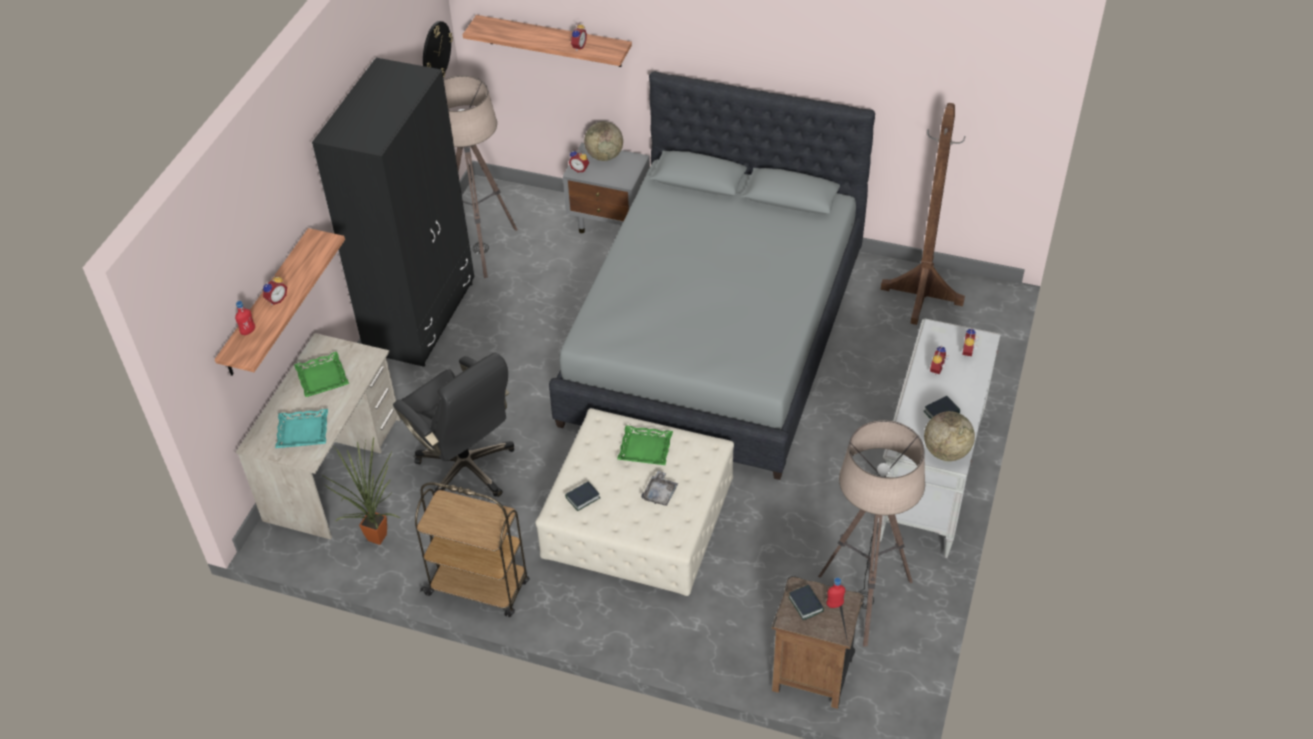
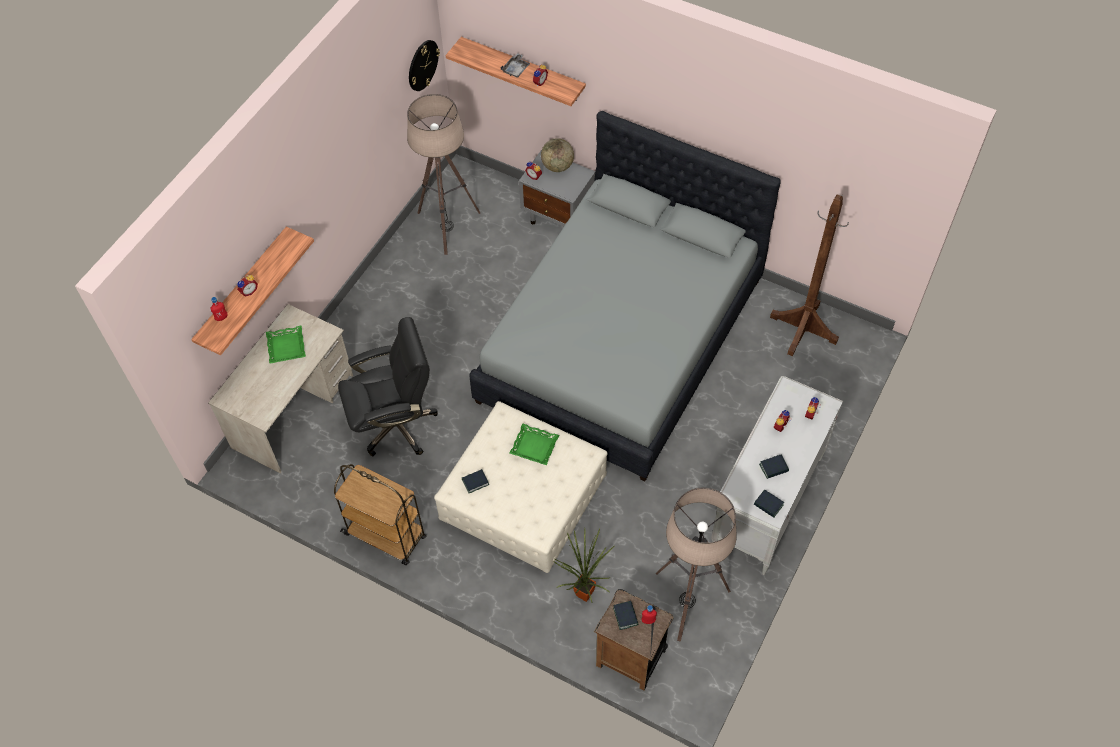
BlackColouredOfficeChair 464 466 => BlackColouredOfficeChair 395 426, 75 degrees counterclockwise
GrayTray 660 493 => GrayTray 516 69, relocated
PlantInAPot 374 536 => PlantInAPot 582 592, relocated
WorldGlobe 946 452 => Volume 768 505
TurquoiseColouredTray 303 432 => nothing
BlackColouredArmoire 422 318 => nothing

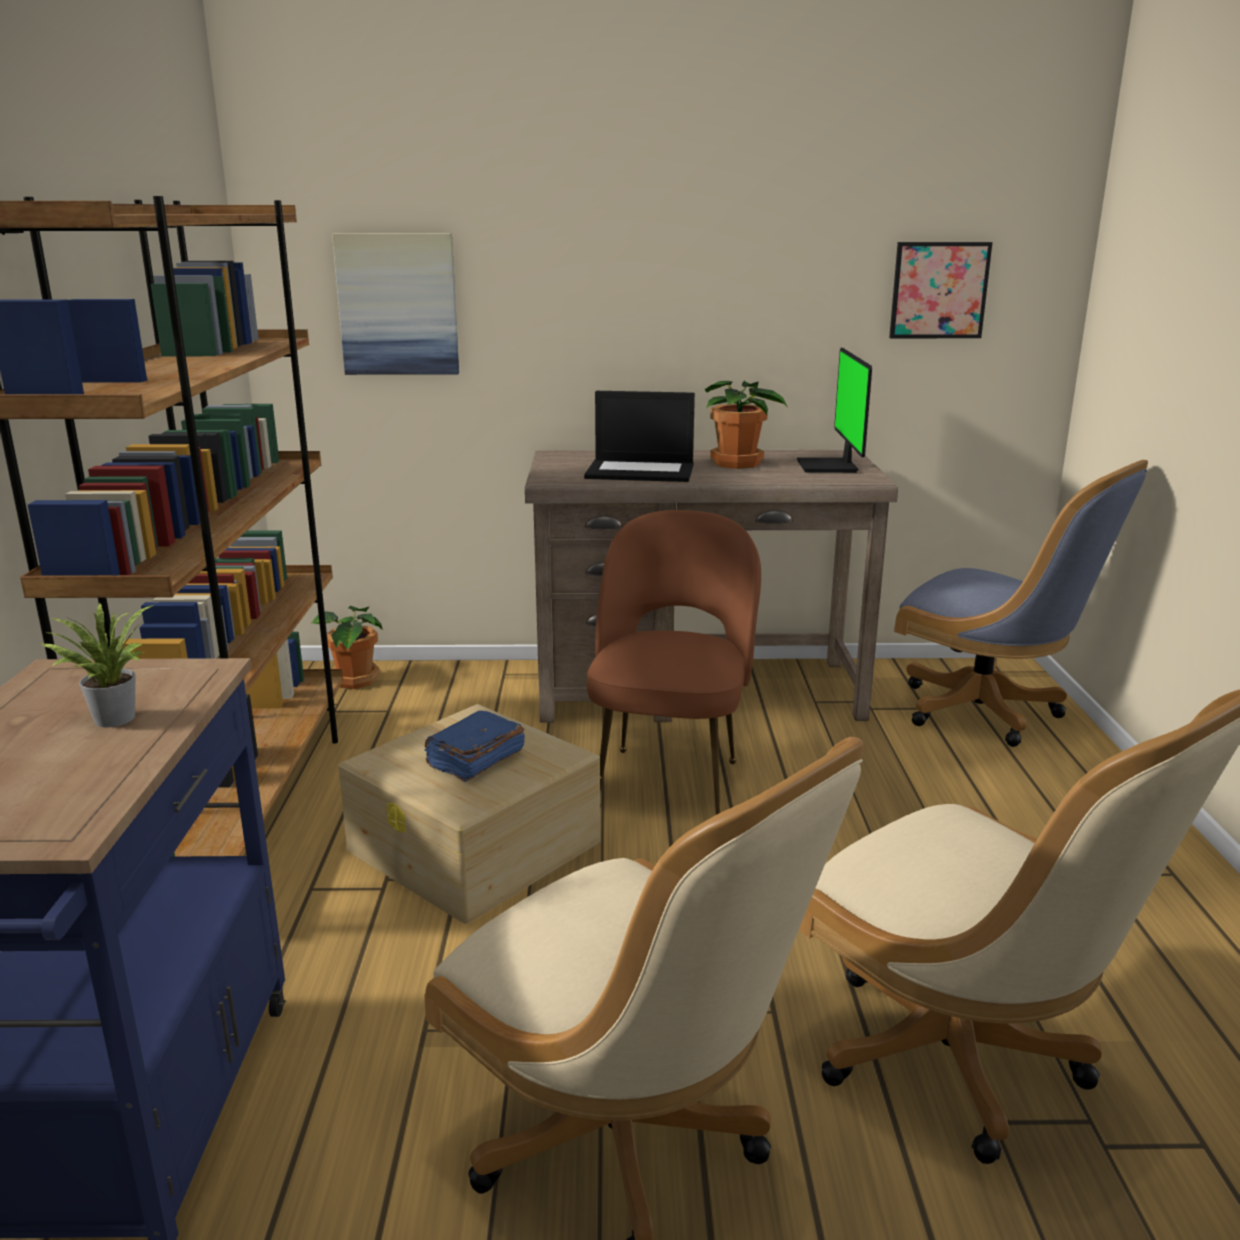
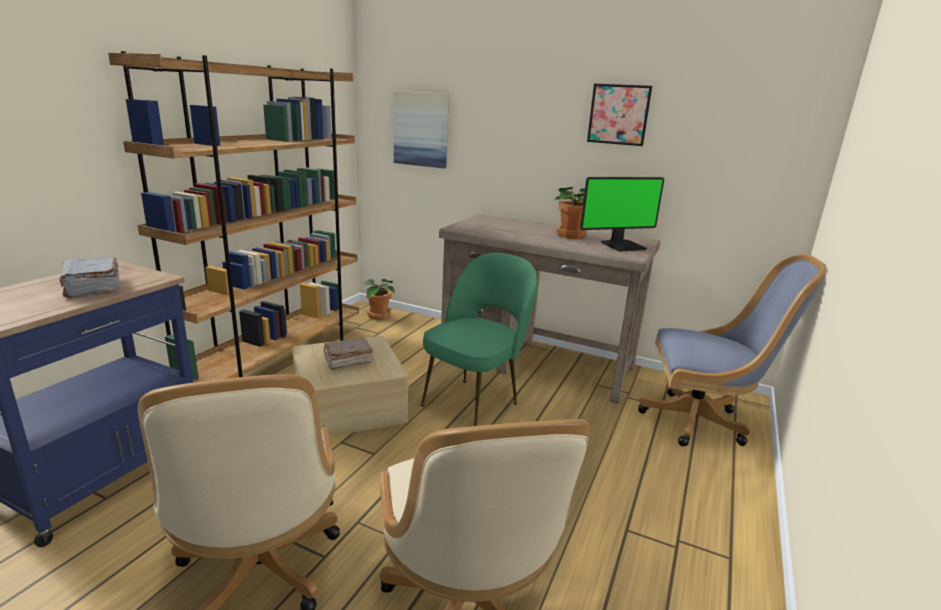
PlantInAPot 111 717 => GrayVolume 92 287
BlueColouredVolume 474 760 => BrownColouredVolume 347 361
BrownColouredUprightChair 671 777 => GreenColouredUprightChair 475 402
Monitor 830 467 => Monitor 622 245, 135 degrees counterclockwise
WallArt 939 290 => WallArt 618 114, relocated
BlueColouredOfficeChair 992 716 => BlueColouredOfficeChair 702 422, 60 degrees counterclockwise
Laptop 641 471 => nothing

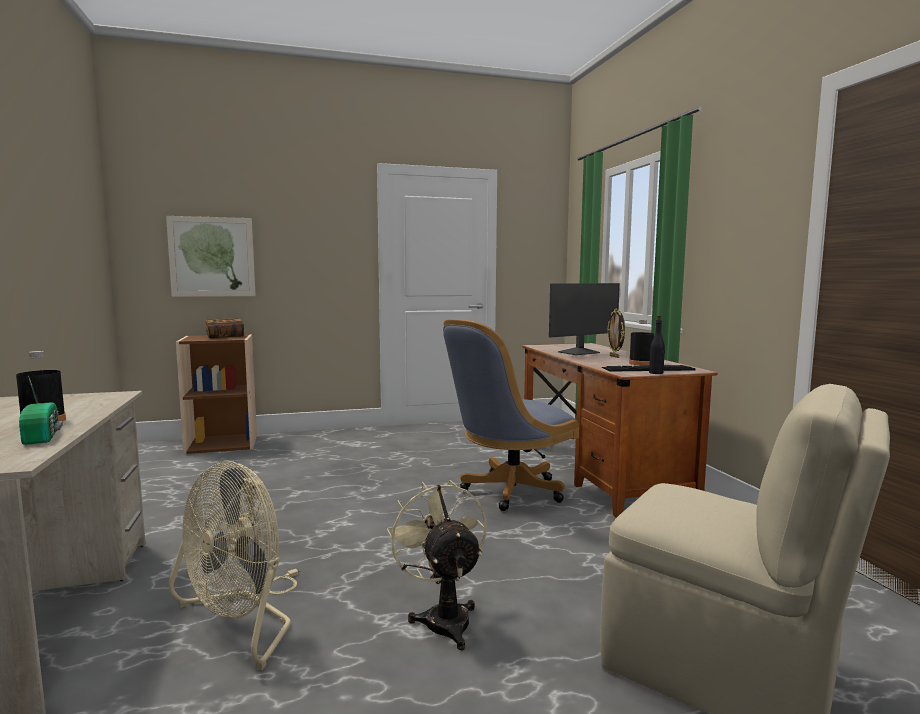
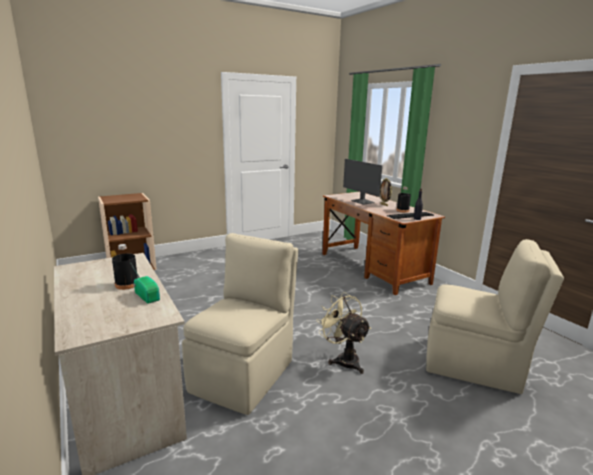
SandColouredCoolingFan 245 617 => SandColouredUprightChair 244 374
Monitor 579 352 => Monitor 362 202, 105 degrees clockwise
WallArt 212 257 => nothing
Volume 225 336 => nothing
BlueColouredOfficeChair 506 493 => nothing

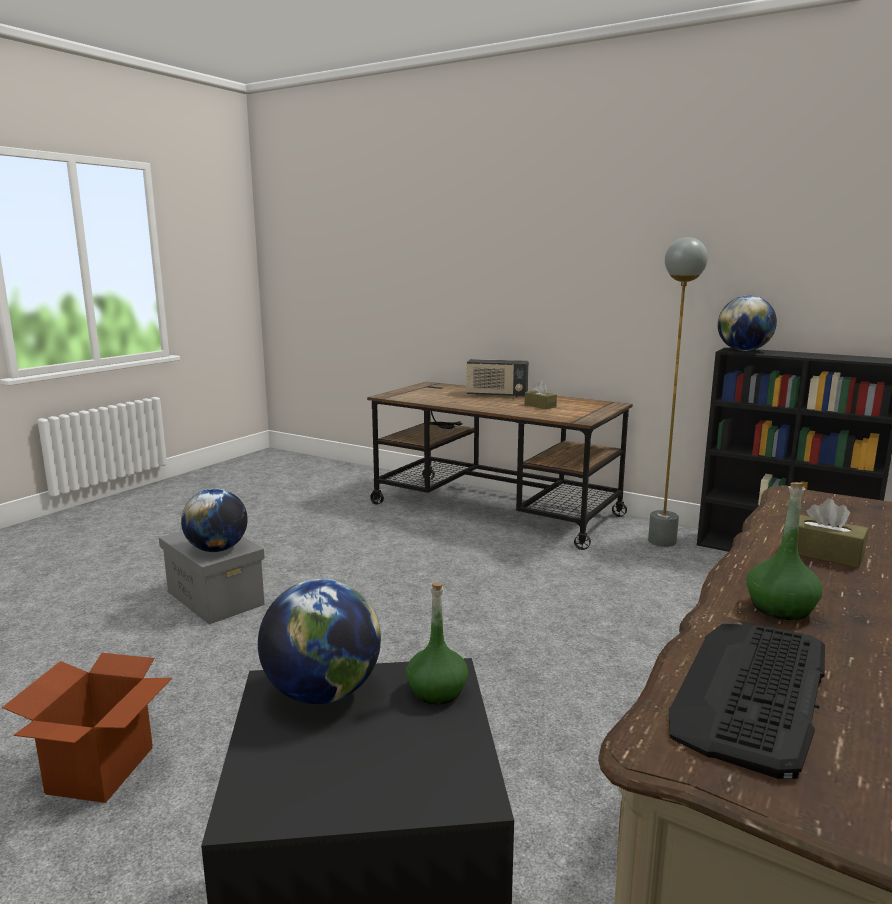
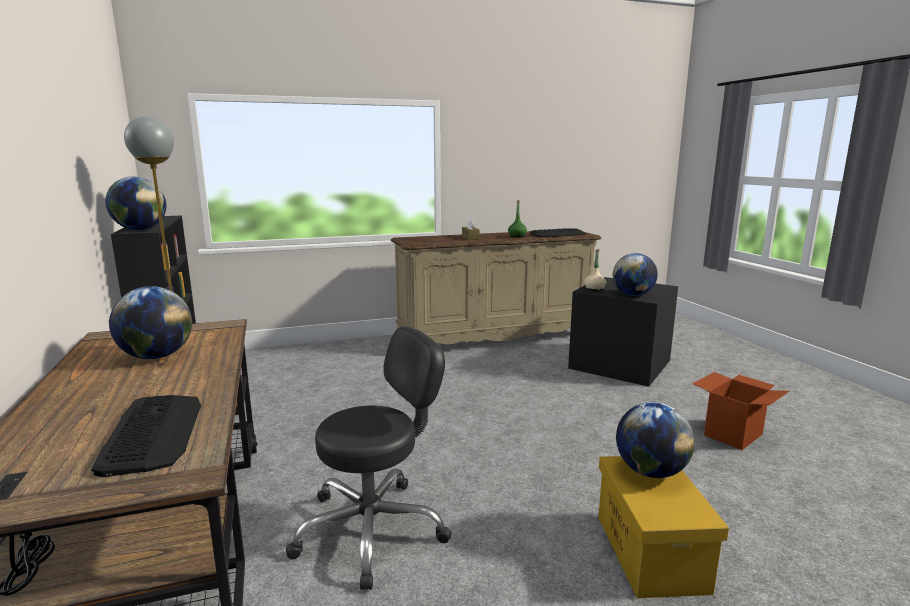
nothing => ComputerKeyboard 153 432
BrownColouredTissueBox 540 406 => WorldGlobe 156 356
nothing => BlackColouredOfficeChair 377 527
GreenColouredBottle 437 691 => SandColouredBottle 594 289
GrayStorageContainer 214 598 => YellowStorageContainer 651 553
RadioSet 496 395 => nothing

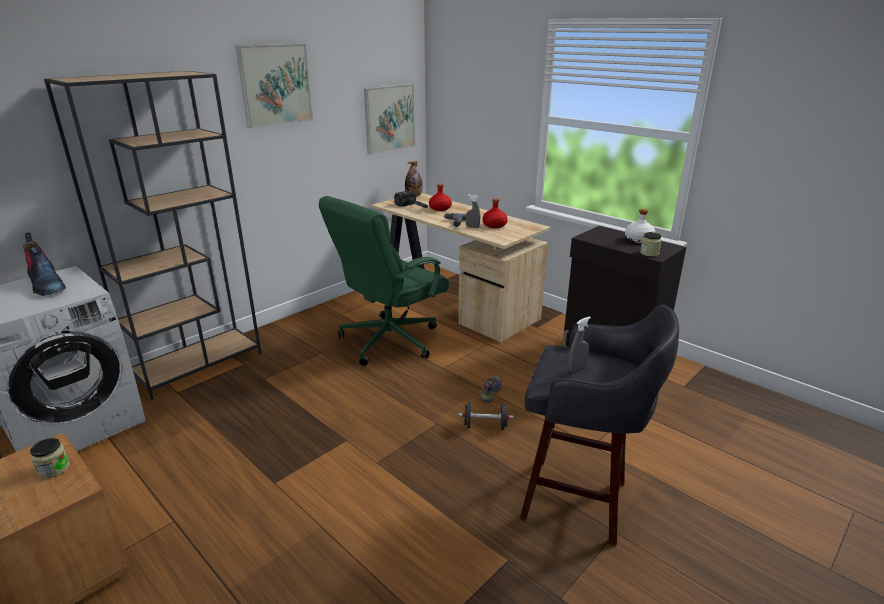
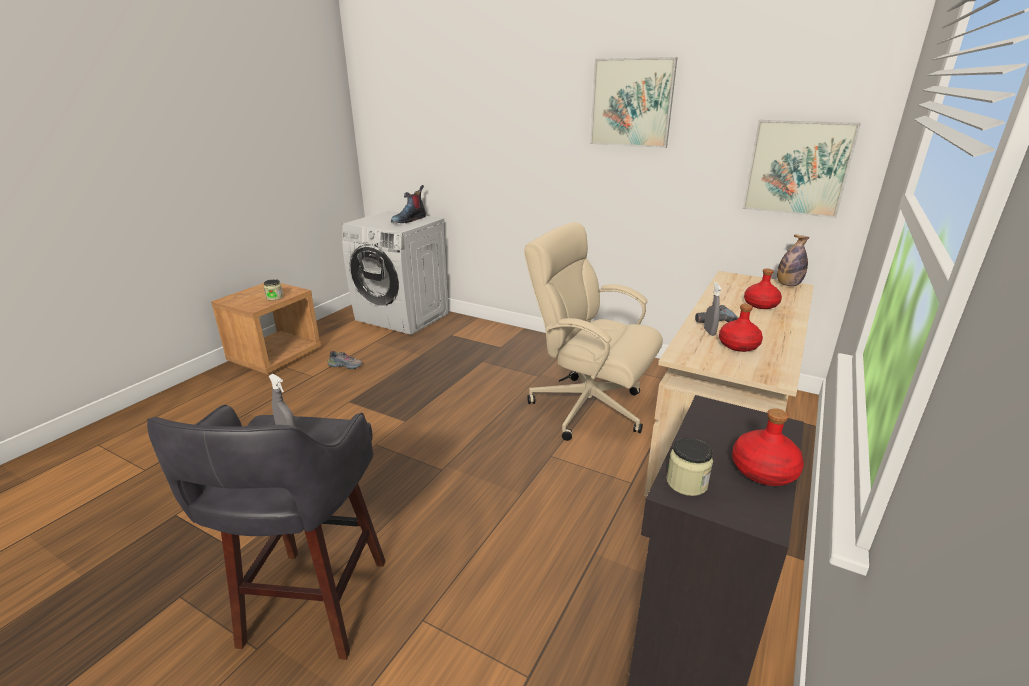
ItemOfFootwear 490 392 => ItemOfFootwear 346 366, relocated
GreenColouredOfficeChair 390 340 => SandColouredOfficeChair 588 408
WhitishBottle 638 239 => RedColouredBottle 763 470
Bookcase 198 364 => nothing
Hammer 414 207 => nothing
BlackColouredFreeWeight 485 426 => nothing

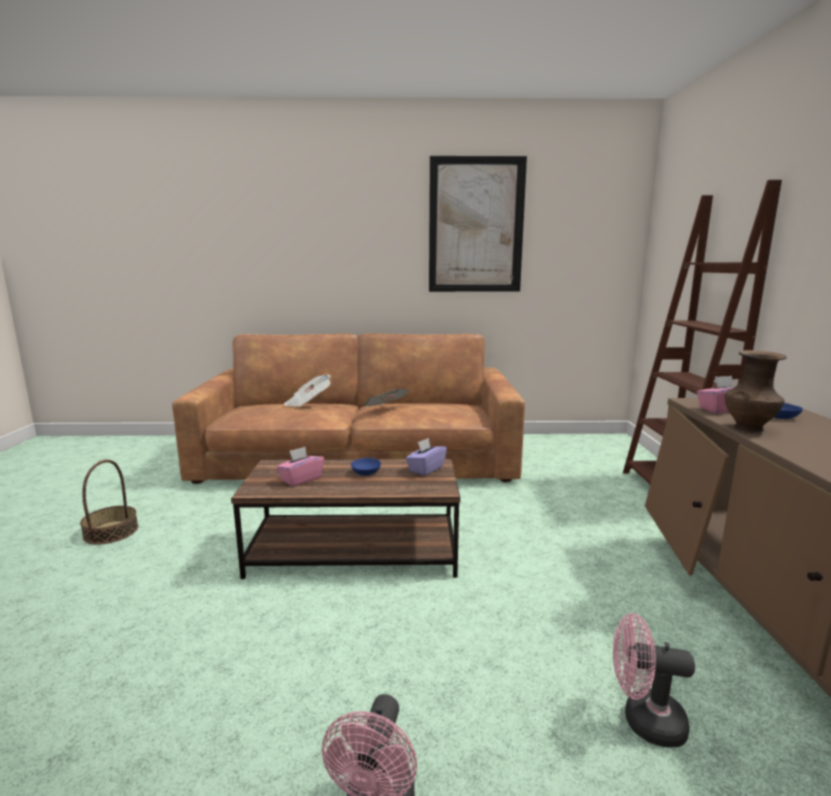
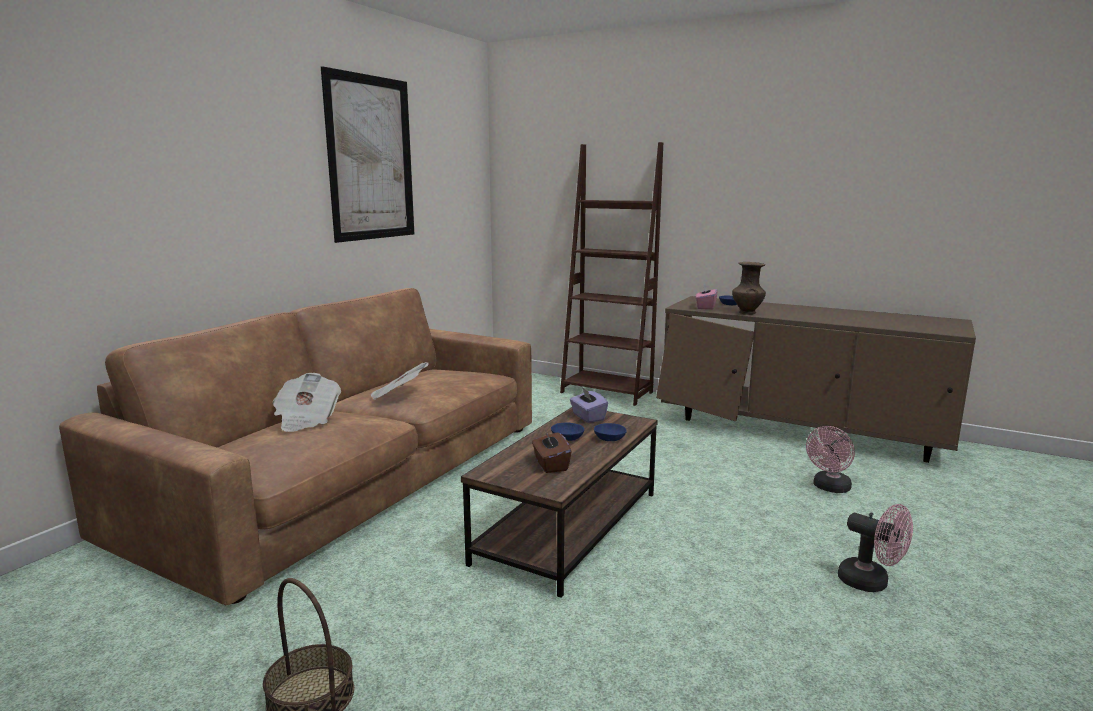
PinkColouredTissueBox 301 479 => BrownColouredTissueBox 550 465
nothing => BlueColouredBowl 611 438

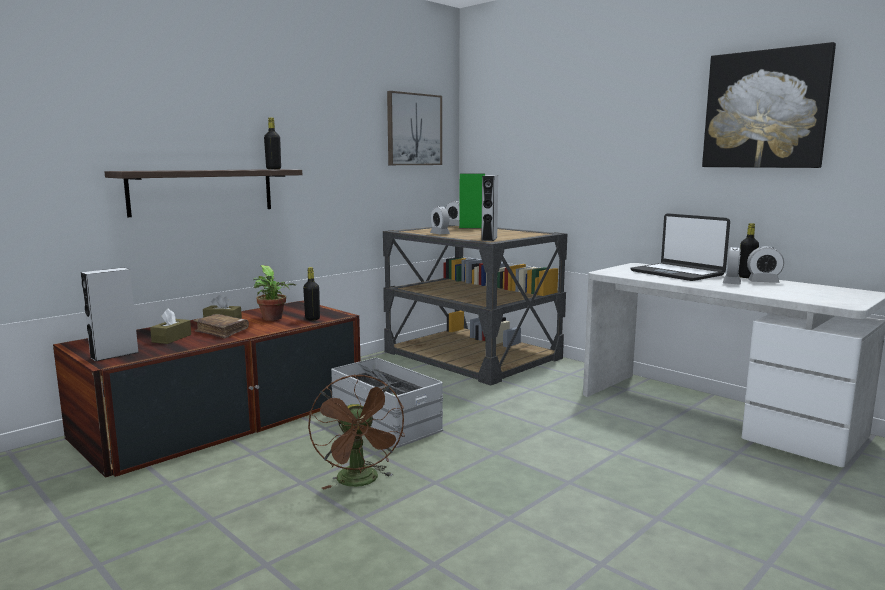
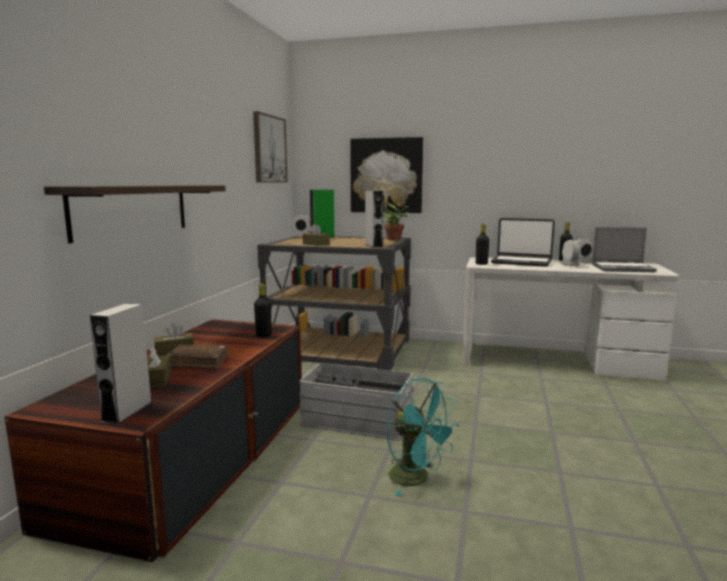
AlarmClock 439 234 => BrownColouredTissueBox 316 244
WallArt 765 109 => WallArt 386 175, relocated
PlantInAPot 273 319 => PlantInAPot 395 239, relocated
BrownColouredCoolingFan 360 482 => TurquoiseColouredCoolingFan 417 479
BlackColouredBottle 273 169 => BlackColouredBottle 481 264, relocated
nothing => Laptop 623 268

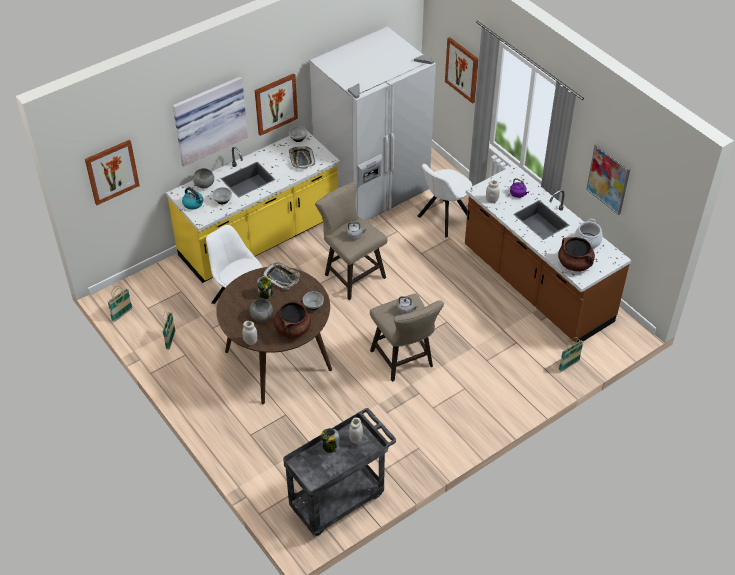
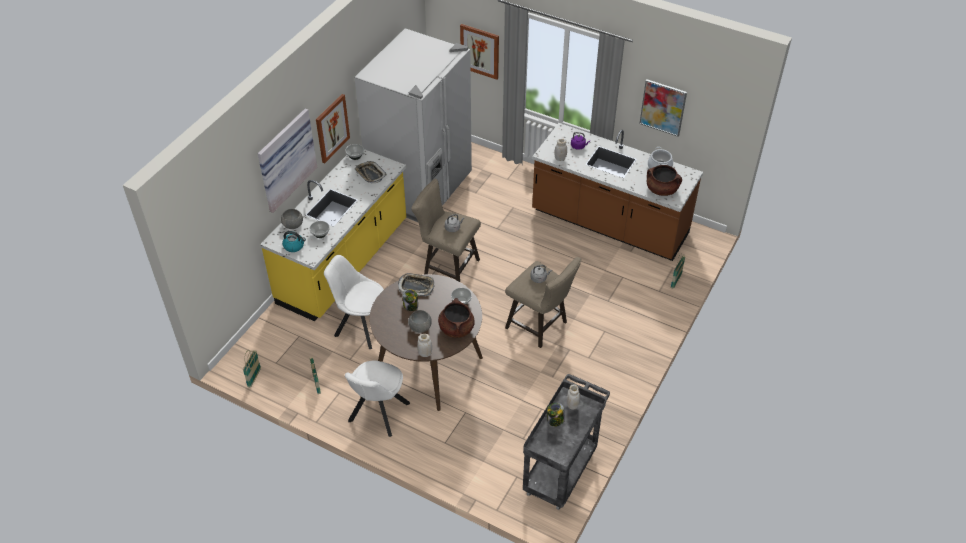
WhitishUprightChair 444 218 => WhitishUprightChair 378 413, relocated
WallArt 112 171 => nothing

